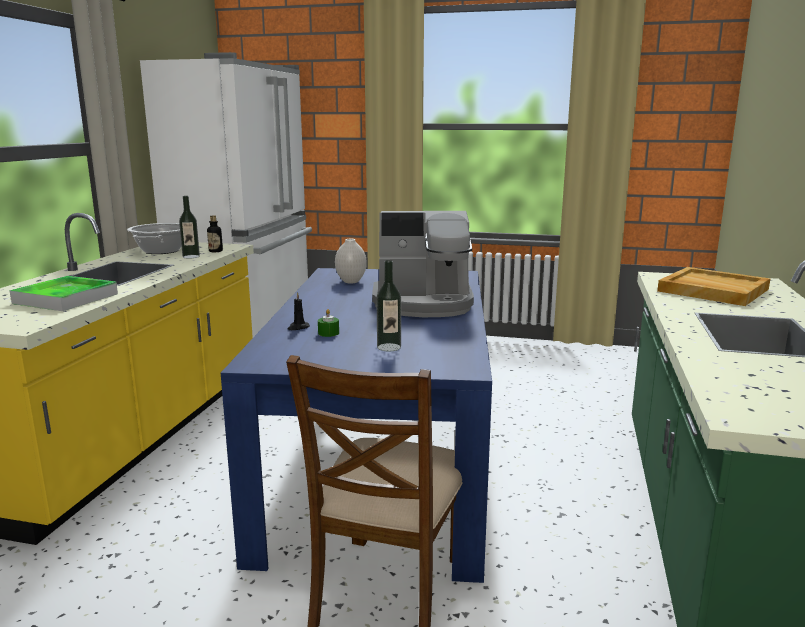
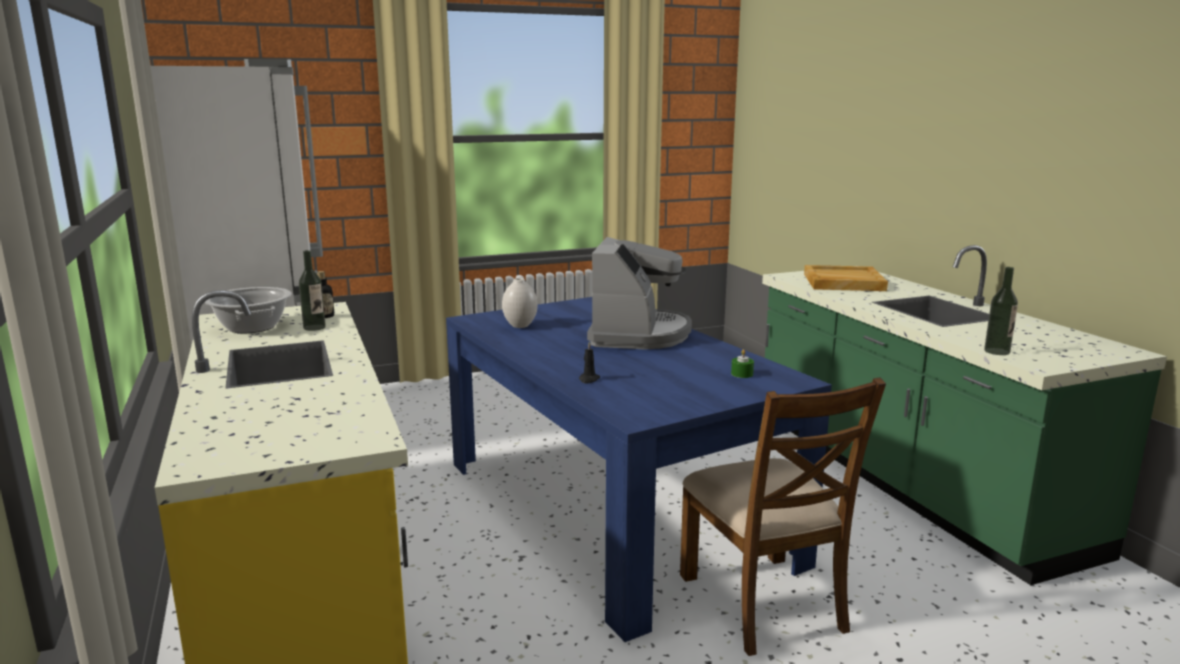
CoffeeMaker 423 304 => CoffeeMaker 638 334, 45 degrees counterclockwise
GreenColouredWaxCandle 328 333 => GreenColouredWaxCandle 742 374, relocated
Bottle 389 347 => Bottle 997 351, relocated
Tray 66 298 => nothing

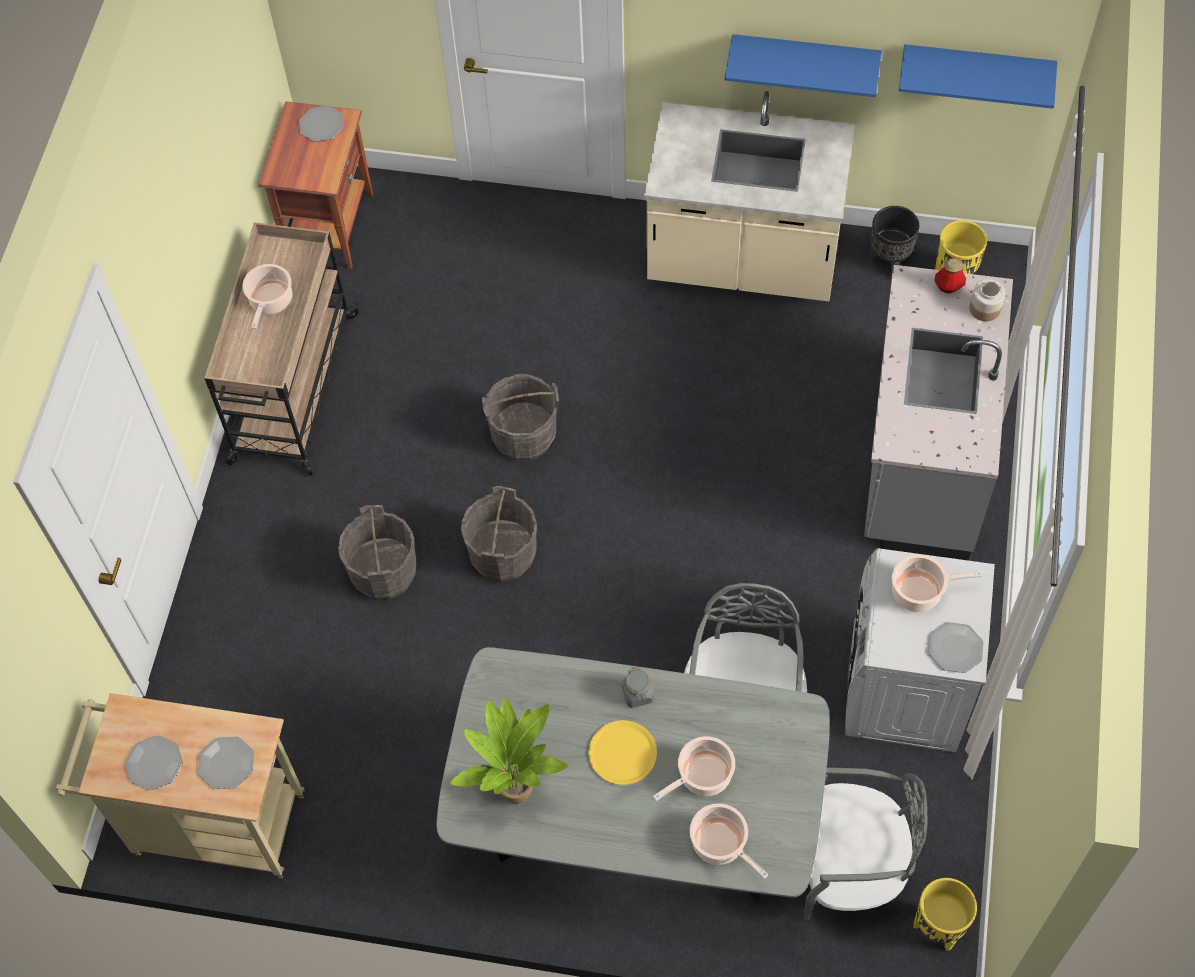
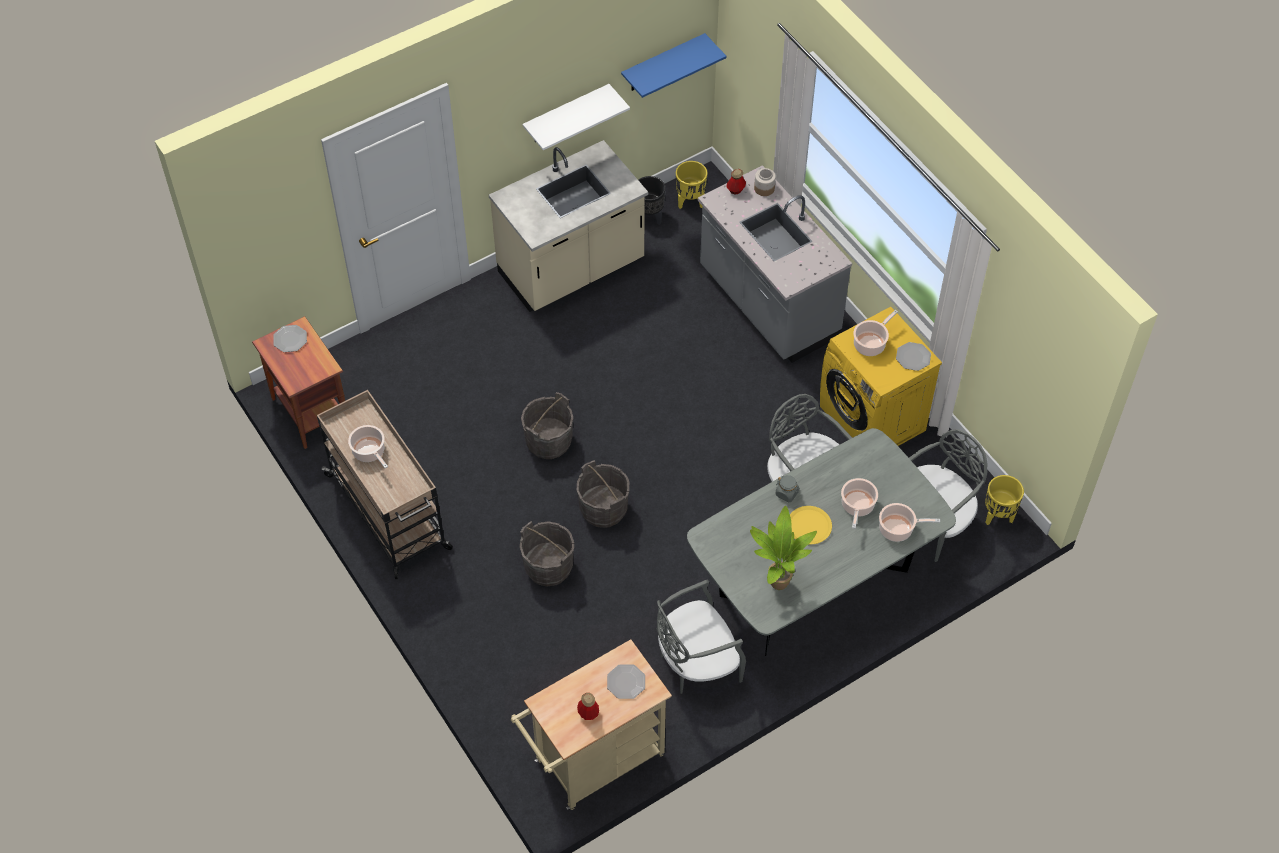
BlueColouredBracketShelf 805 58 => WhitishBracketShelf 566 114
Plate 154 763 => Bottle 588 713
nothing => GrayUprightChair 696 663
WhitishWashingMachine 904 689 => YellowWashingMachine 872 420

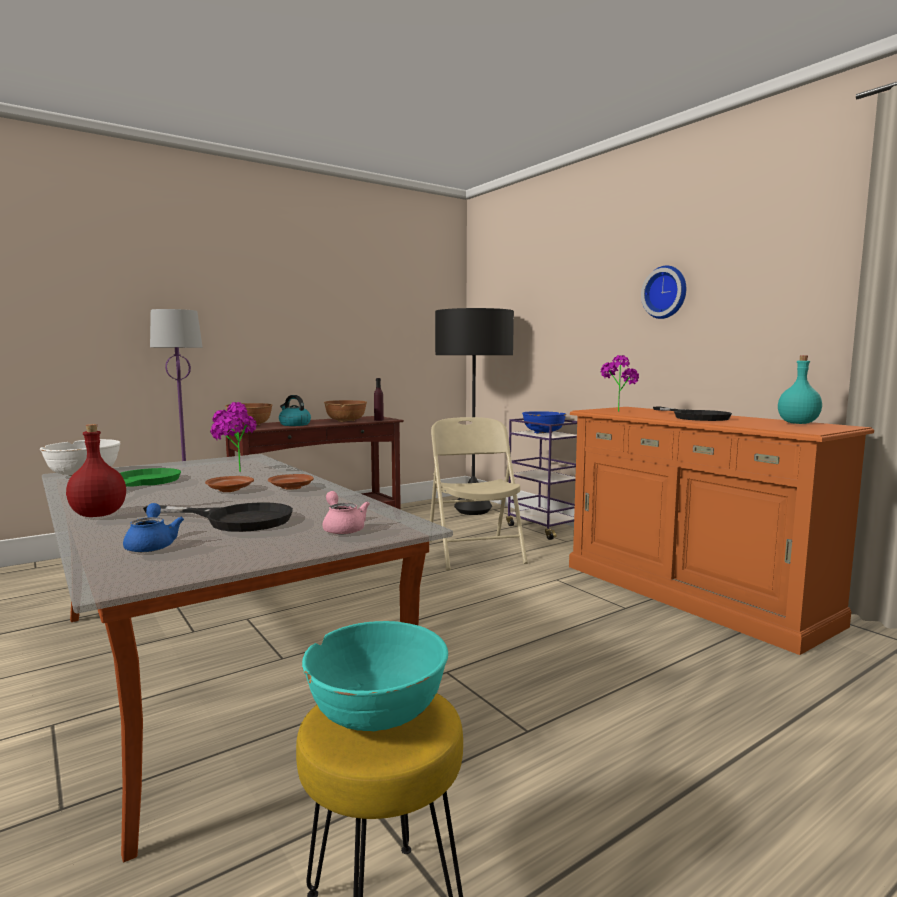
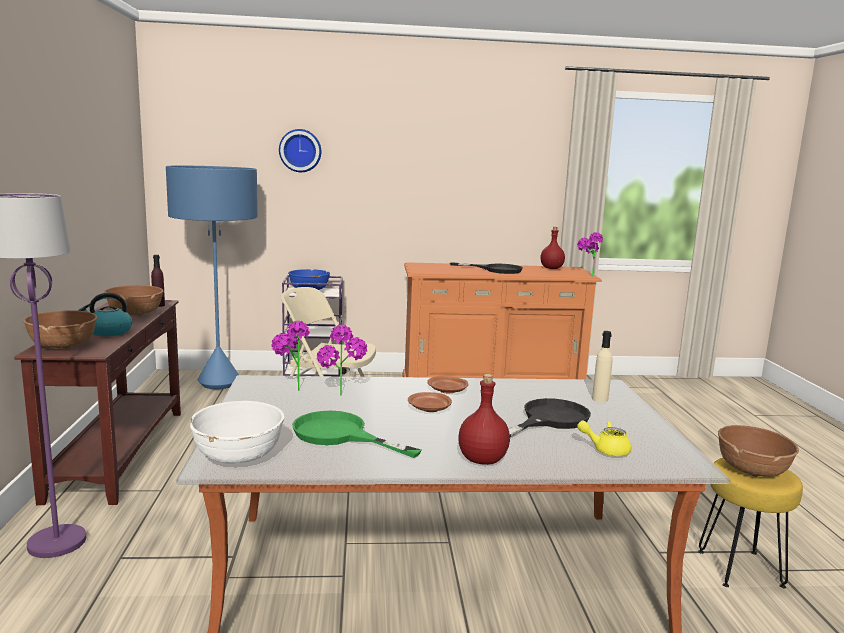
BlackColouredStandingLamp 473 511 => BlueColouredStandingLamp 219 384
WallClock 666 292 => WallClock 300 150, relocated
TurquoiseColouredBottle 797 423 => RedColouredBottle 551 268
PlantInAPot 617 411 => PlantInAPot 586 276, relocated
BlueColouredTeapot 152 545 => YellowTeapot 605 450
PinkColouredTeapot 342 528 => SandColouredBottle 600 399
TurquoiseColouredBowl 377 713 => BrownColouredBowl 752 470

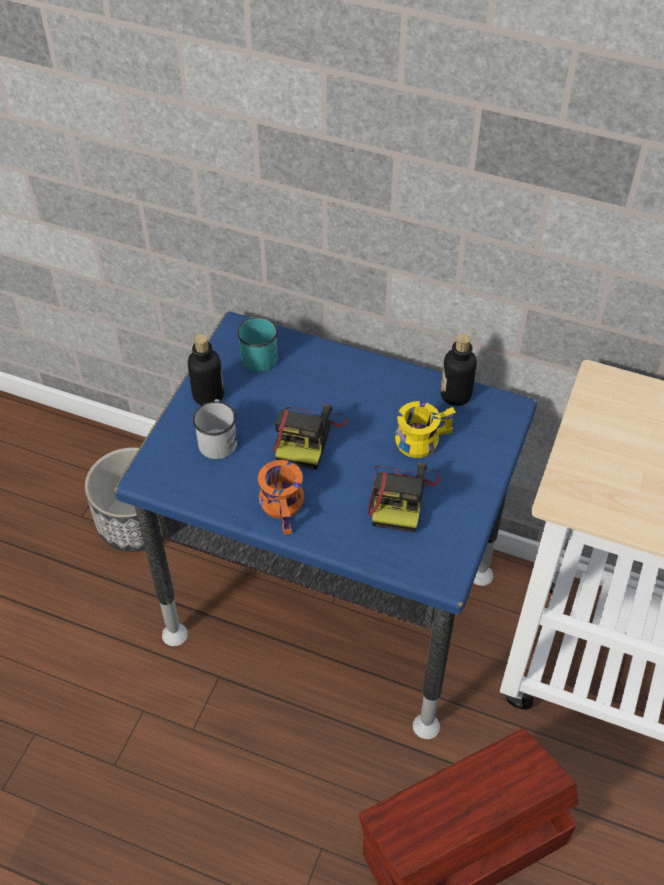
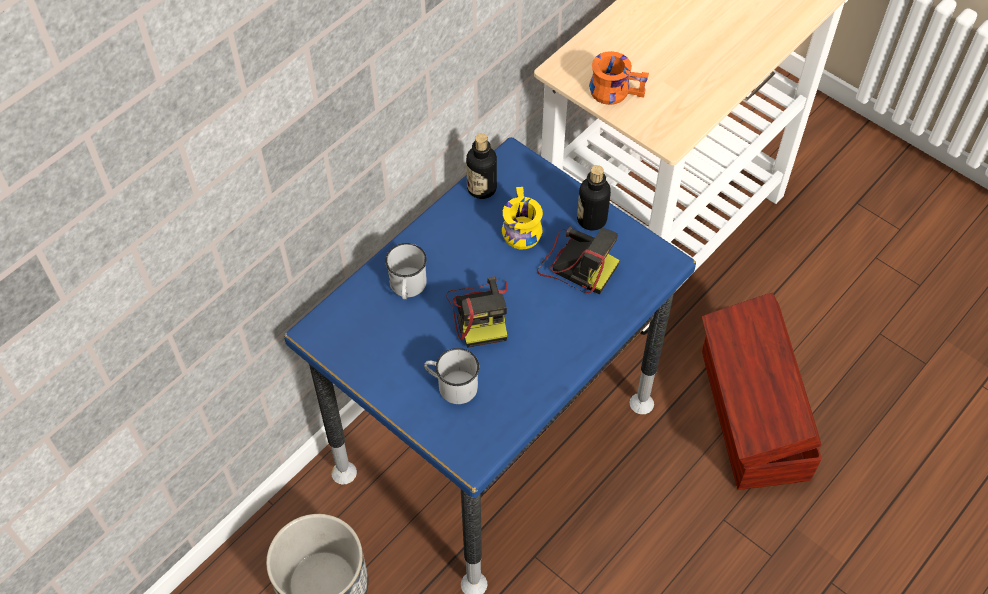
nothing => WhitishCoffeeMug 407 288
PhotoCamera 307 436 => PhotoCamera 480 313, 45 degrees clockwise
Bottle 208 395 => Bottle 591 219, relocated
OrangeColouredCoffeeMug 286 507 => OrangeColouredCoffeeMug 615 89, relocated
TurquoiseColouredCoffeeMug 258 354 => nothing

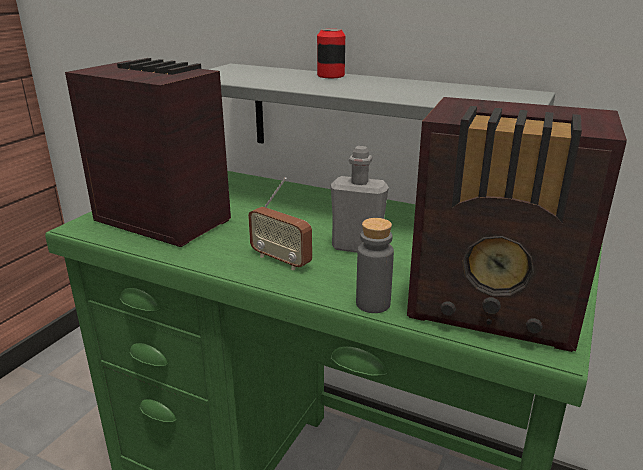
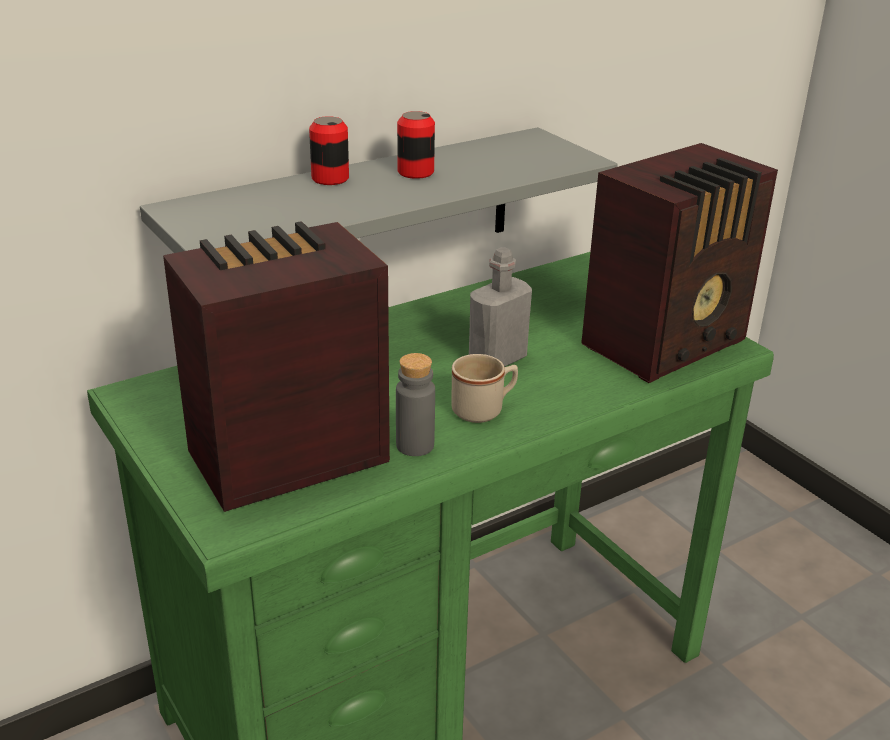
GrayBottle 373 304 => GrayBottle 415 445, relocated
nothing => SealedCan 415 172
RadioSet 281 260 => SandColouredCoffeeMug 484 409

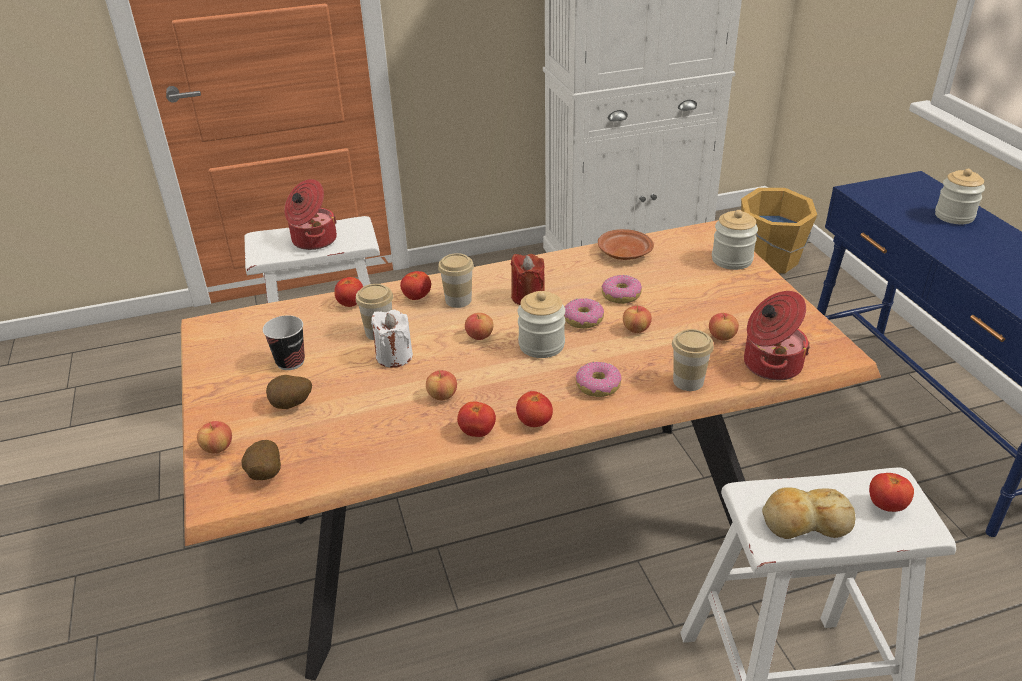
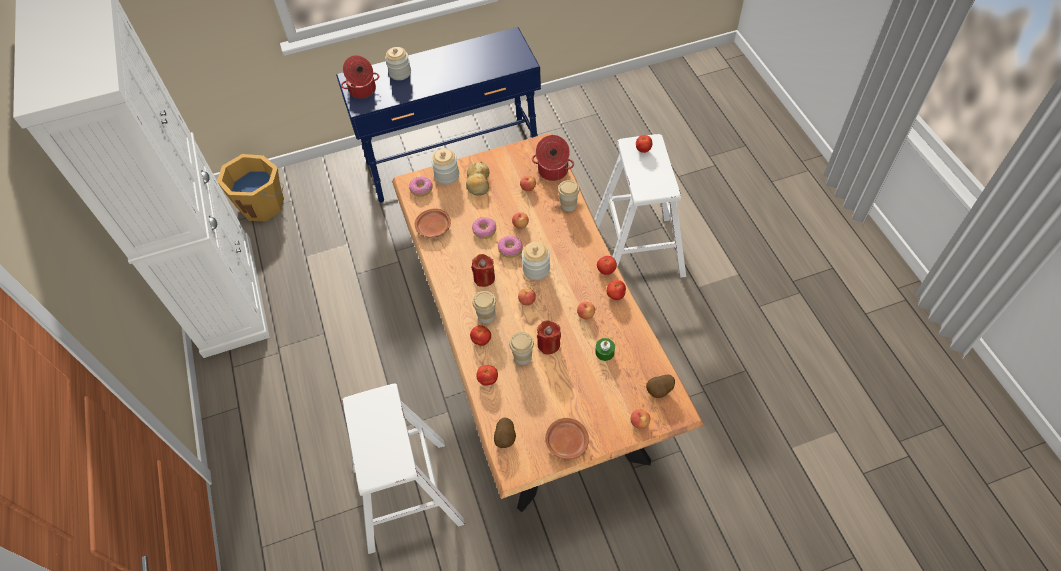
CookingPot 313 240 => CookingPot 363 90, relocated
RingDoughnut 598 386 => RingDoughnut 421 189, relocated
BakeryBread 804 522 => BakeryBread 478 183, relocated
WholePotato 291 406 => WholePotato 506 438, relocated
WhitishWaxCandle 394 356 => RedColouredWaxCandle 548 344
nothing => BrownColouredPlate 566 441
nothing => GreenColouredWaxCandle 604 352
Cup 290 362 => nothing

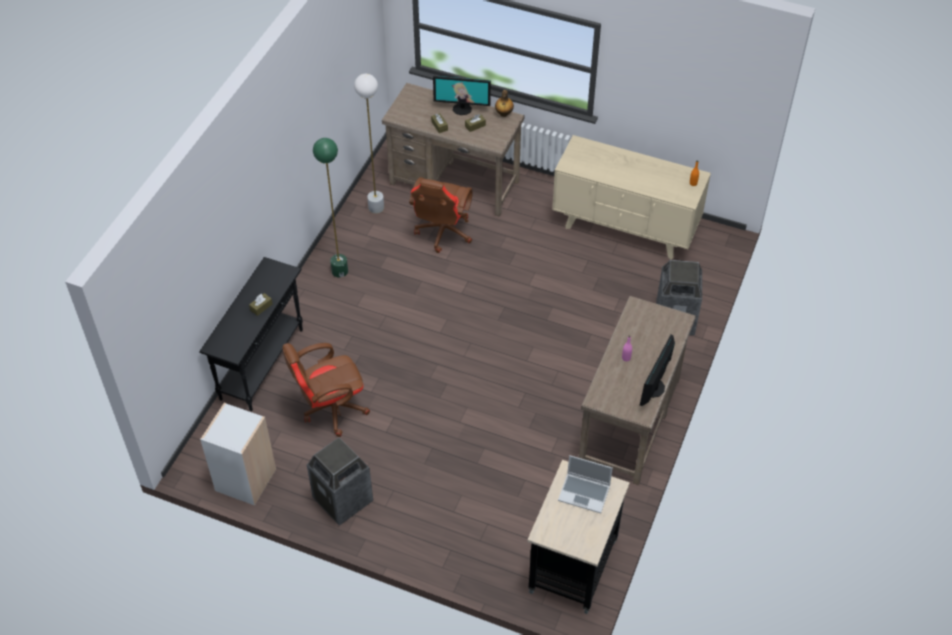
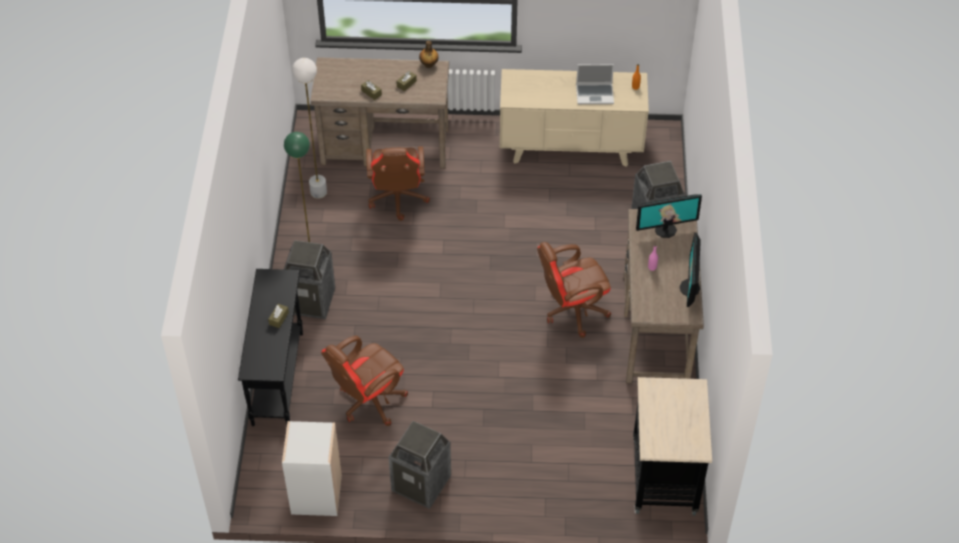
nothing => RubbishBin 311 301
nothing => BrownColouredOfficeChair 571 312
Laptop 585 493 => Laptop 595 94, relocated
Monitor 462 109 => Monitor 665 230, relocated

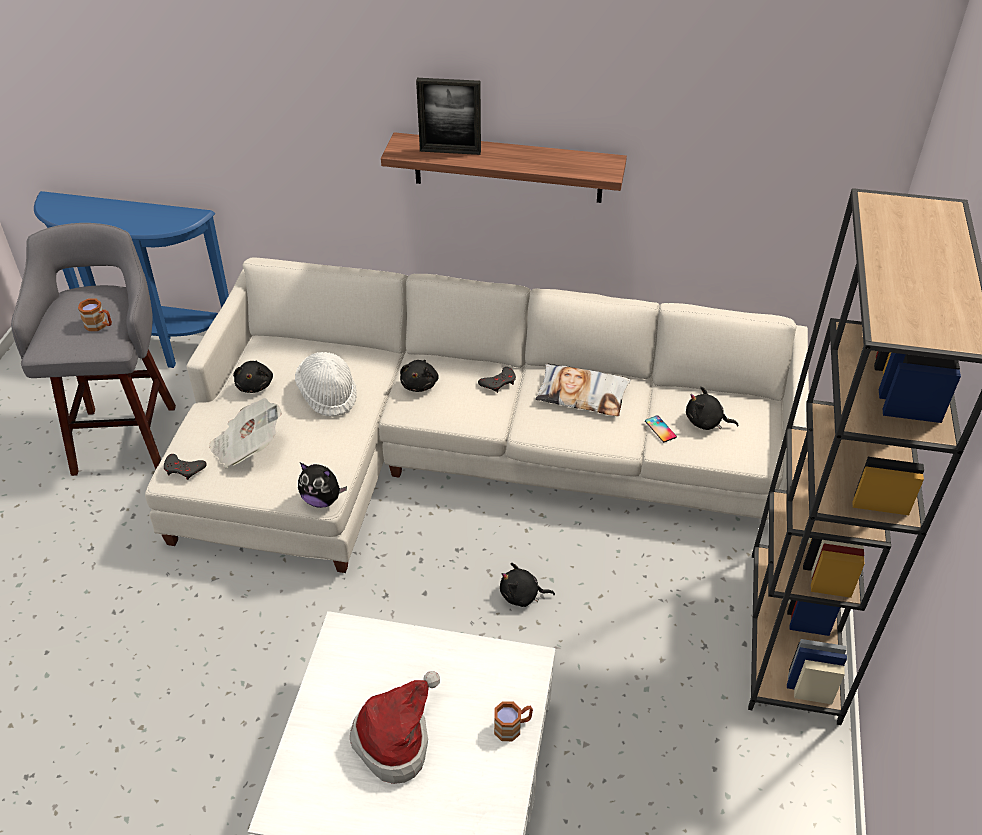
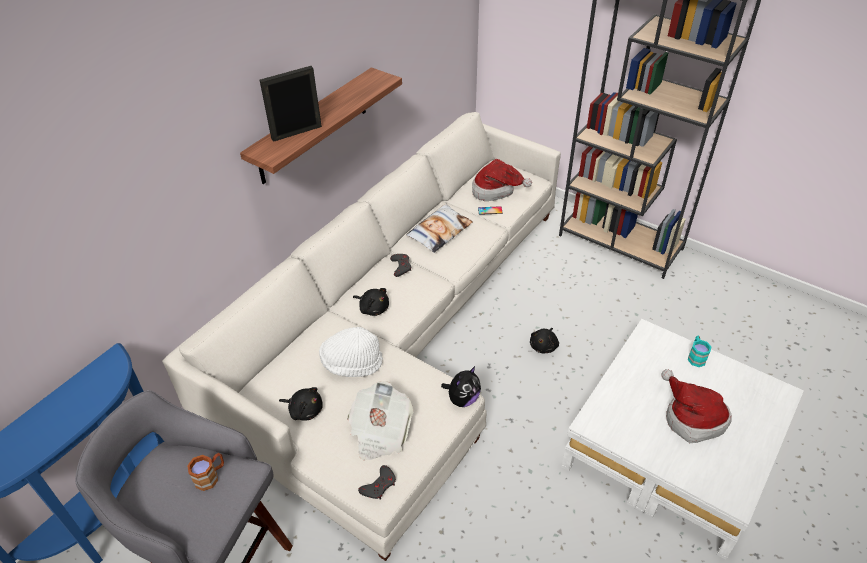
PictureFrame 450 151 => PictureFrame 296 133, 150 degrees counterclockwise
BlackColouredSoftToy 706 422 => Hat 496 190
BrownColouredCoffeeMug 513 727 => TurquoiseColouredCoffeeMug 696 356

